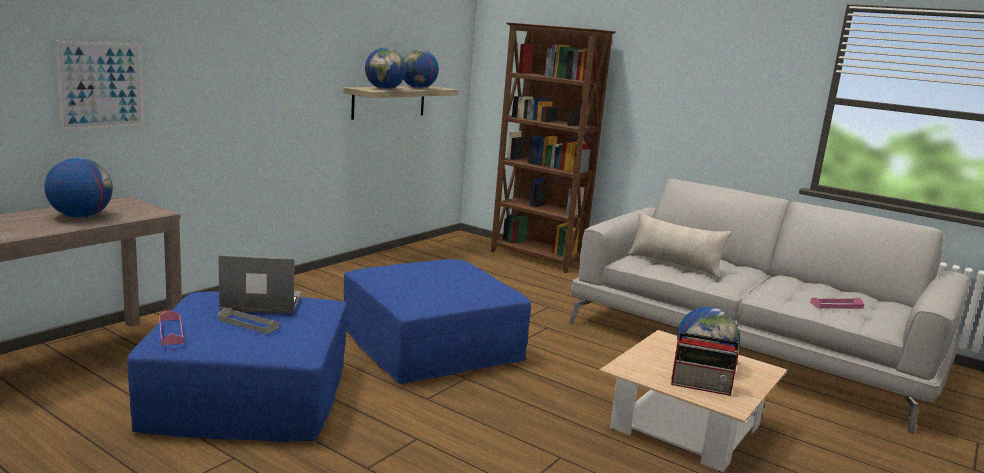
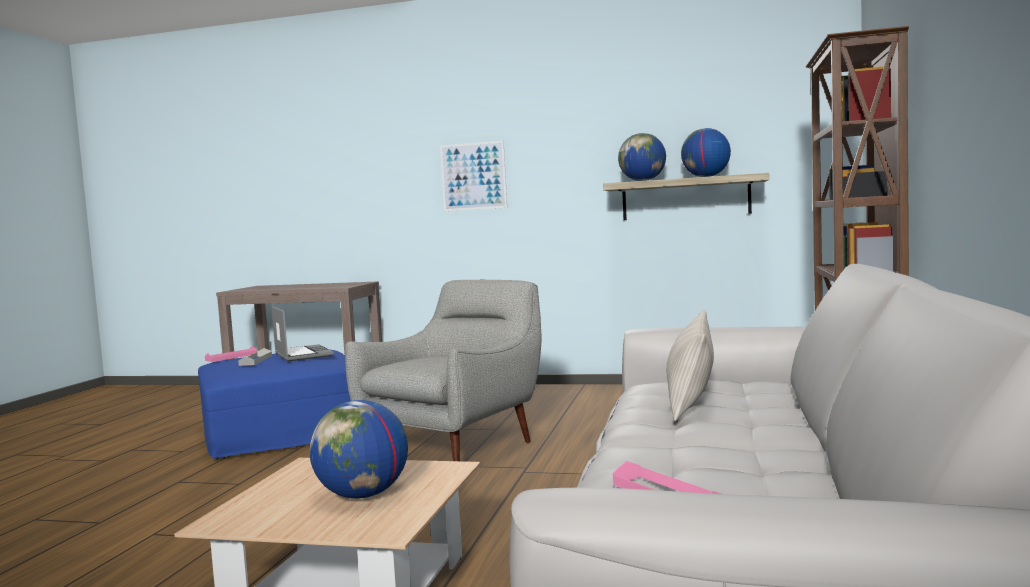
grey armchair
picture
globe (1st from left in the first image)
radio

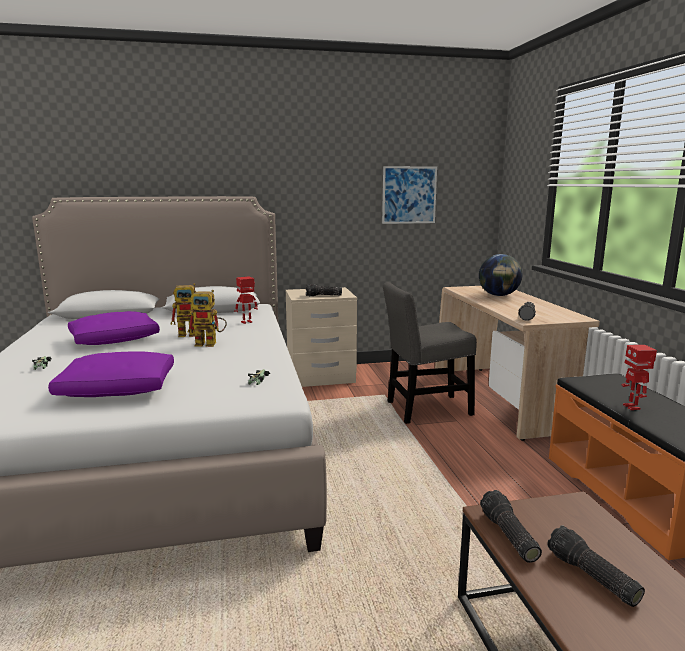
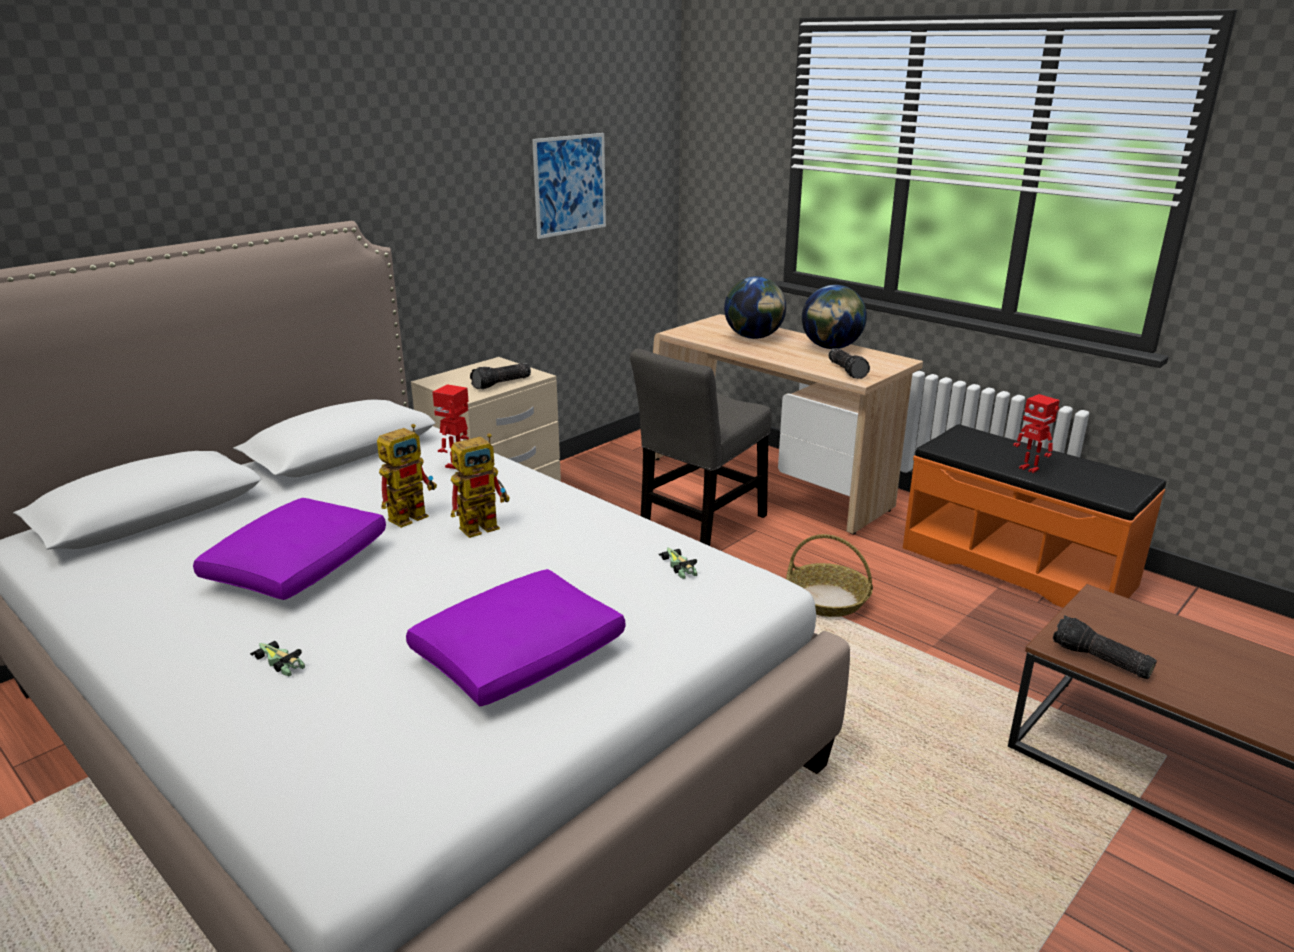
basket
globe (2nd from left)
flashlight (4th from left in the first image)

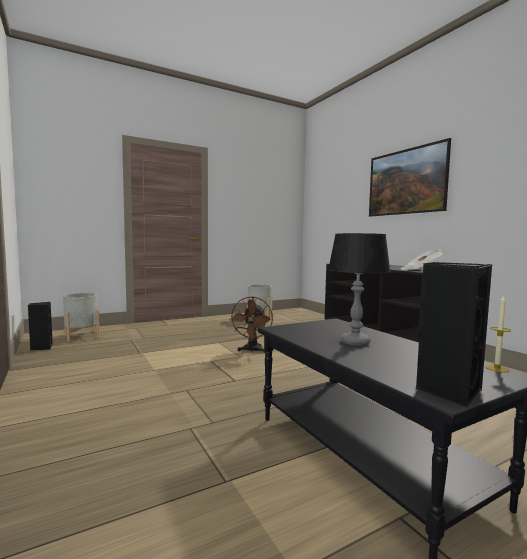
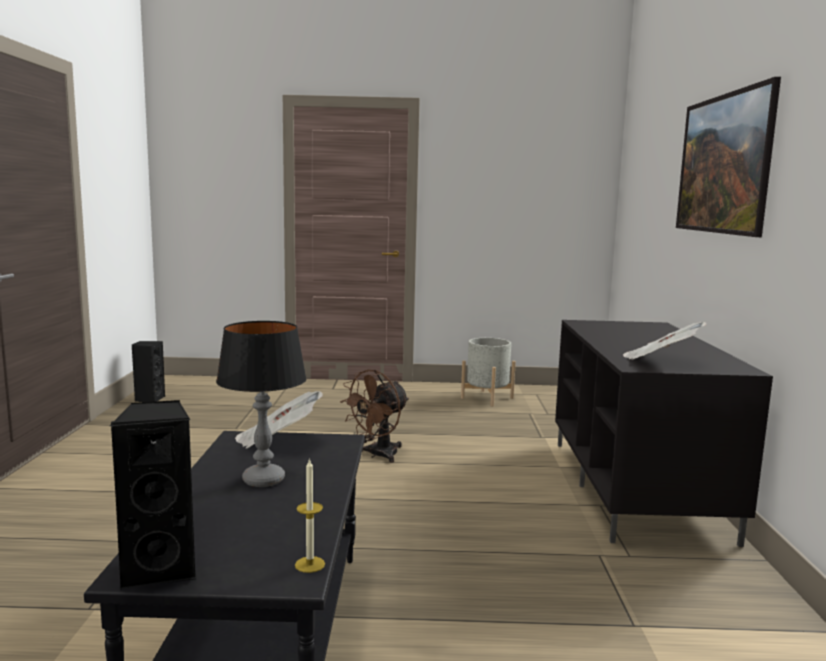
newspaper (1st from left)
grey planter (1st from left in the first image)

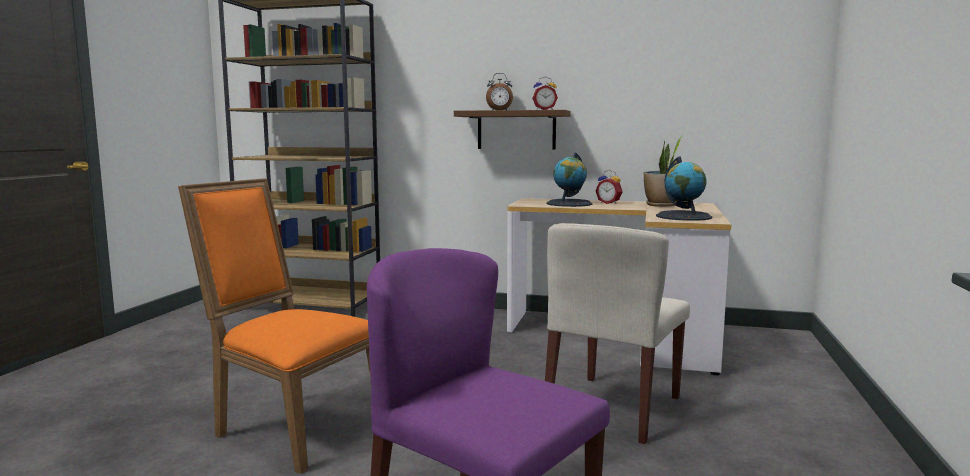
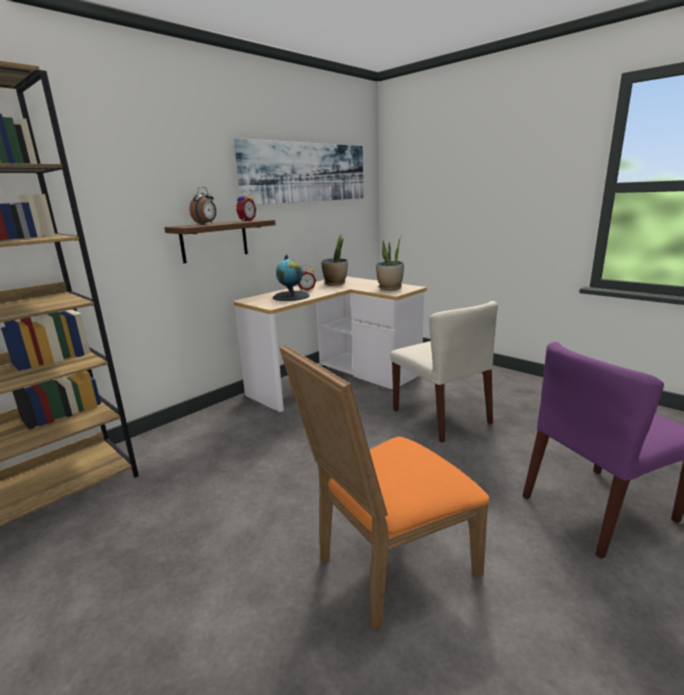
picture
potted plant (2nd from left)

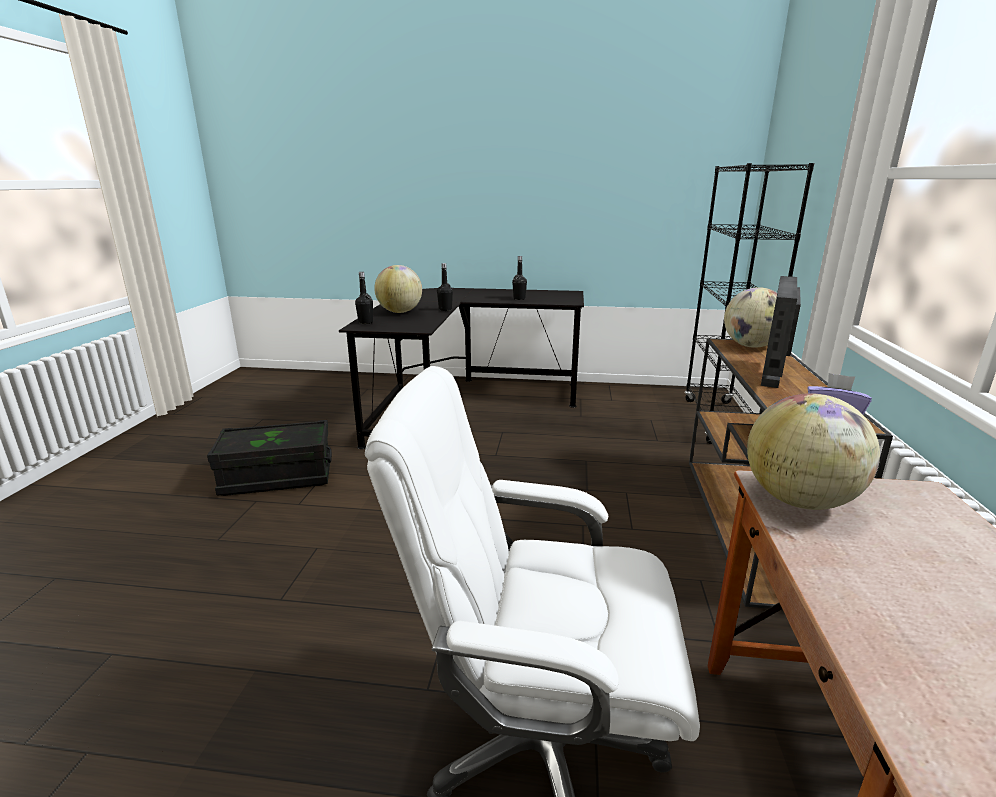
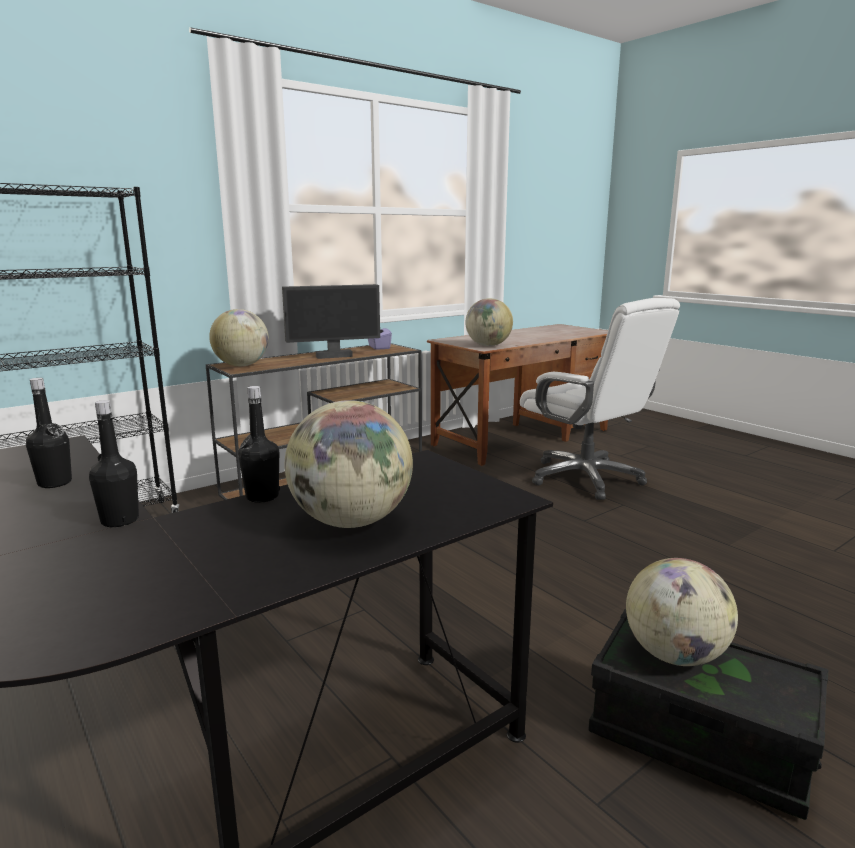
black bottle (2nd from left)
globe (4th from left)

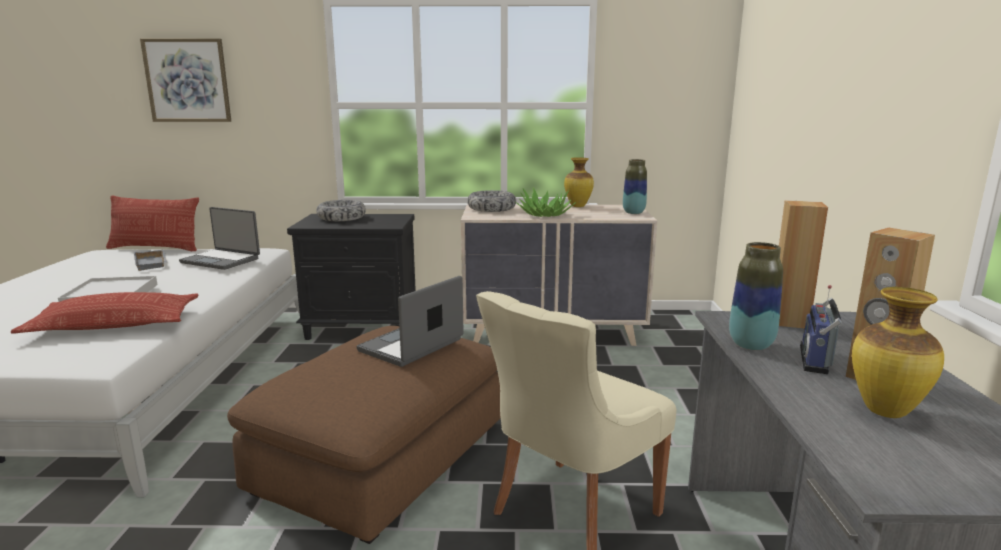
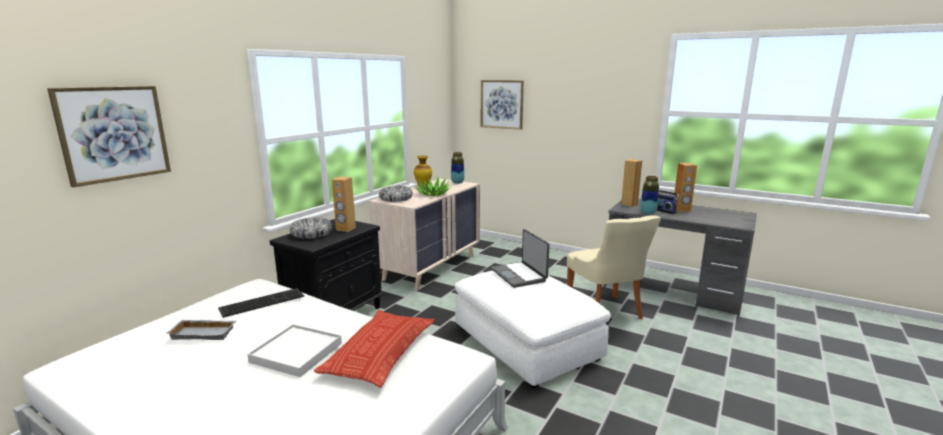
keyboard
brown speaker (1st from left)
white ottoman
picture (2nd from left)
pillow (2nd from left in the first image)
vase (4th from left in the first image)

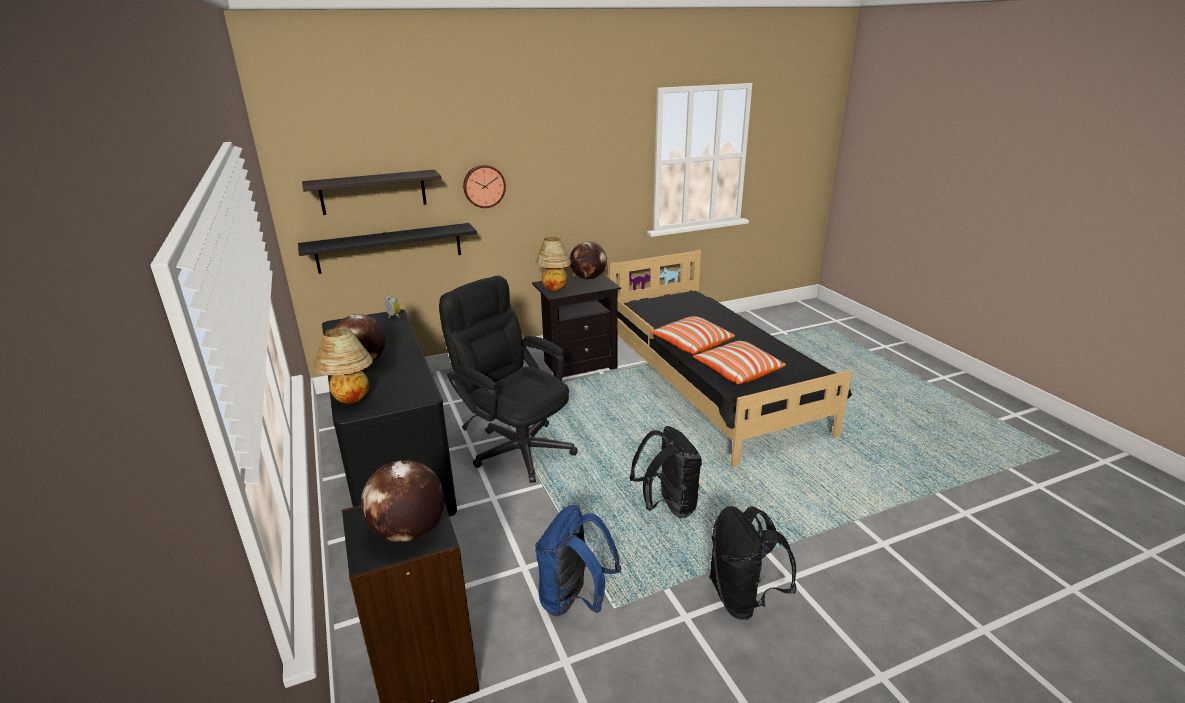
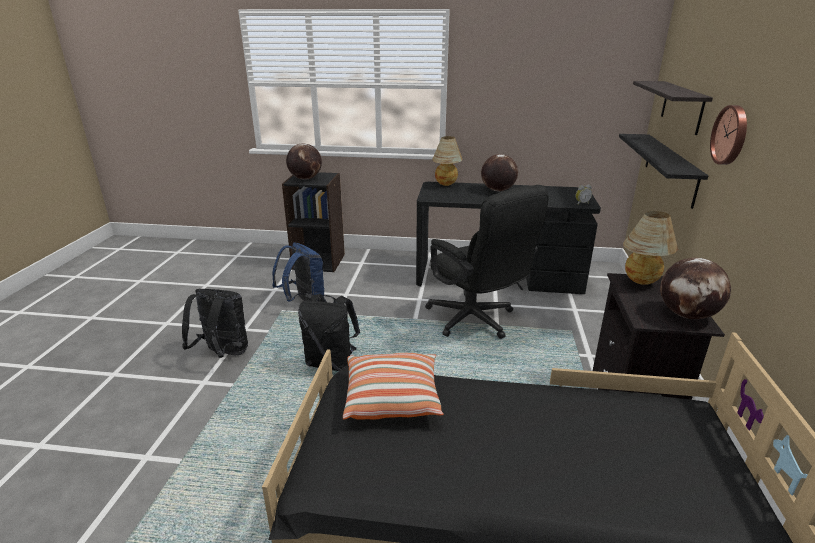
black office chair
pillow (1st from left in the first image)

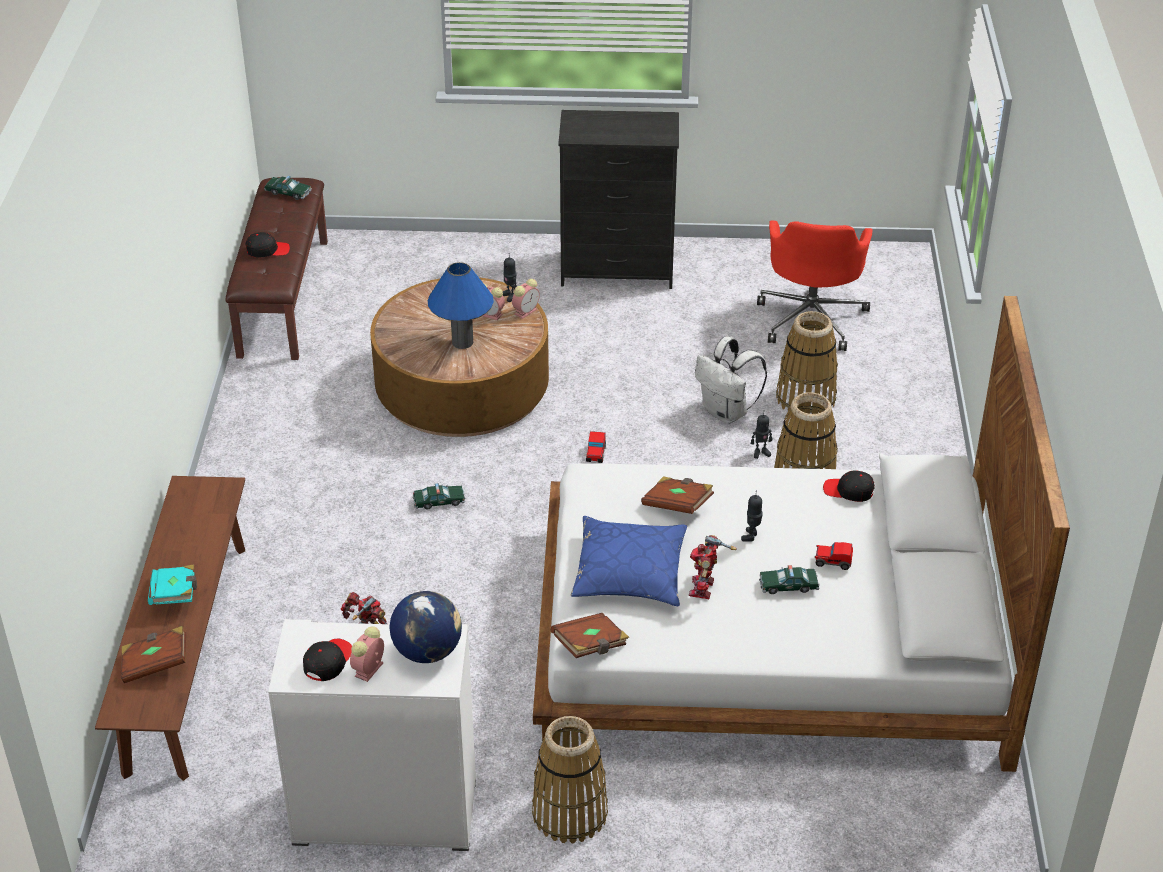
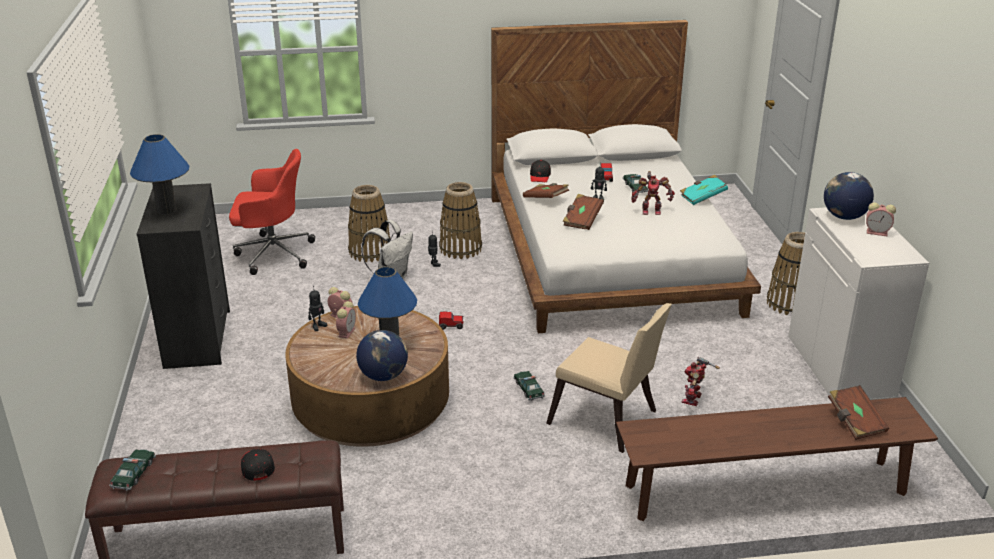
blue table lamp (1st from left)
globe (1st from left)
brown book (1st from left)
beige chair
turquoise book
black cap (2nd from left in the first image)
blue pillow

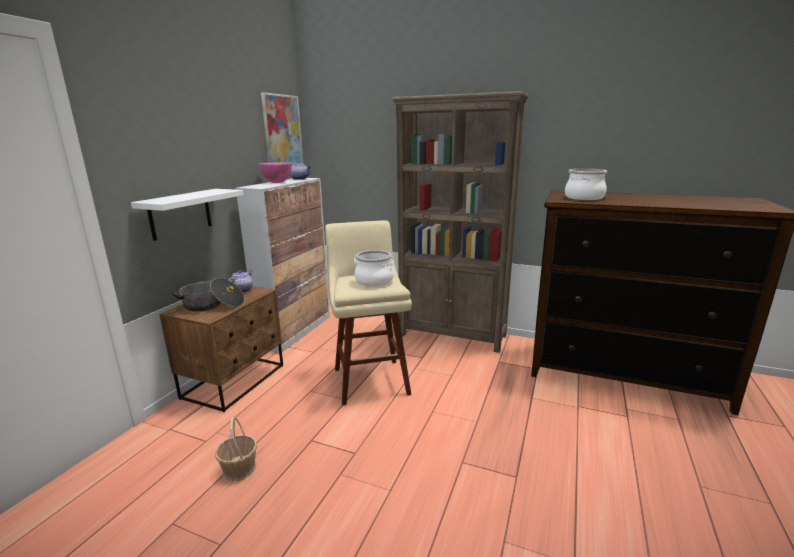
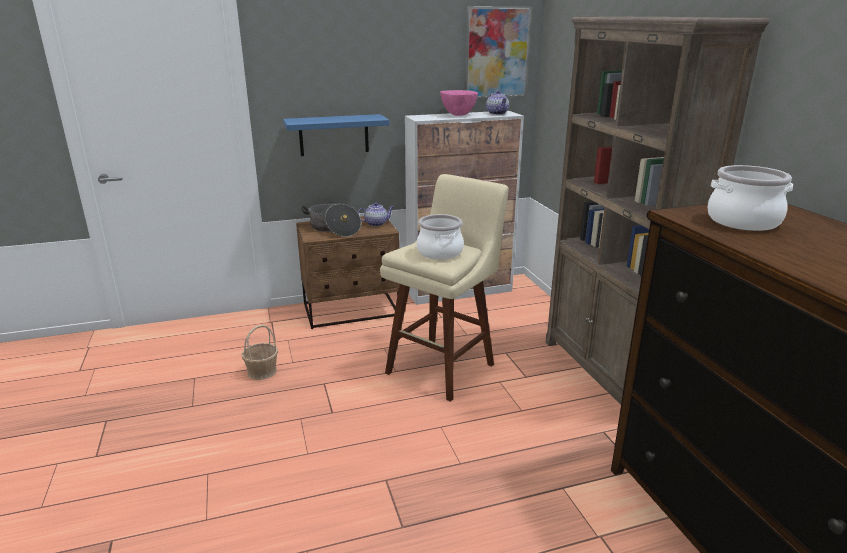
blue shelf

